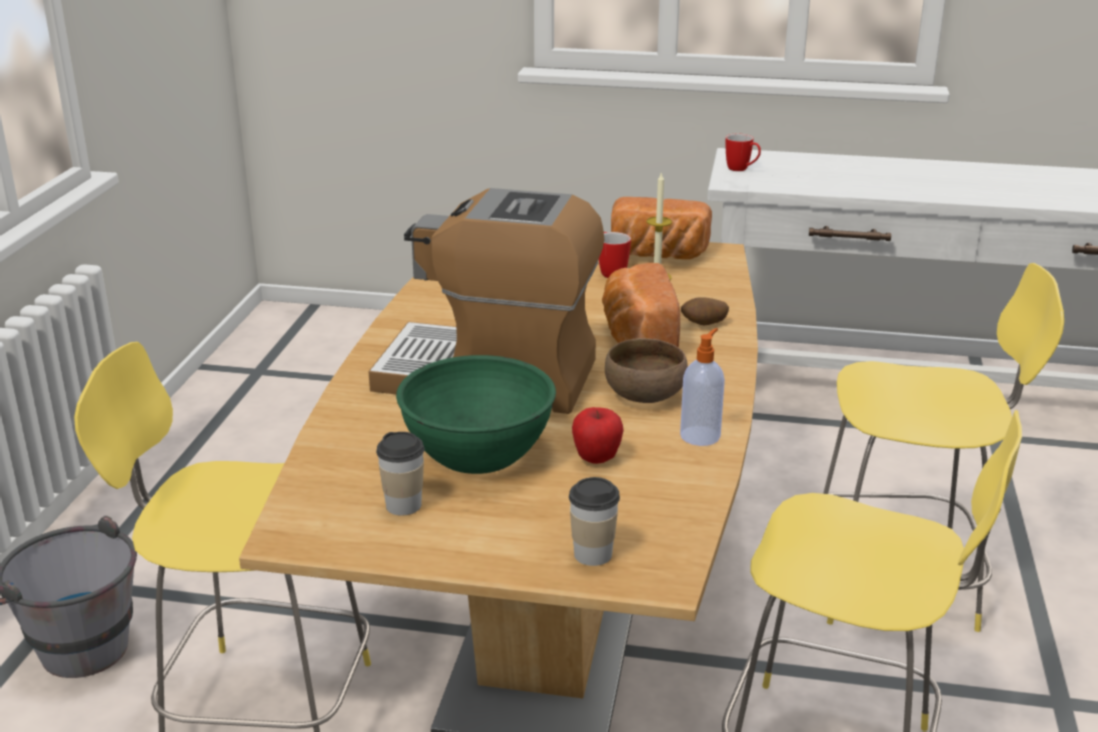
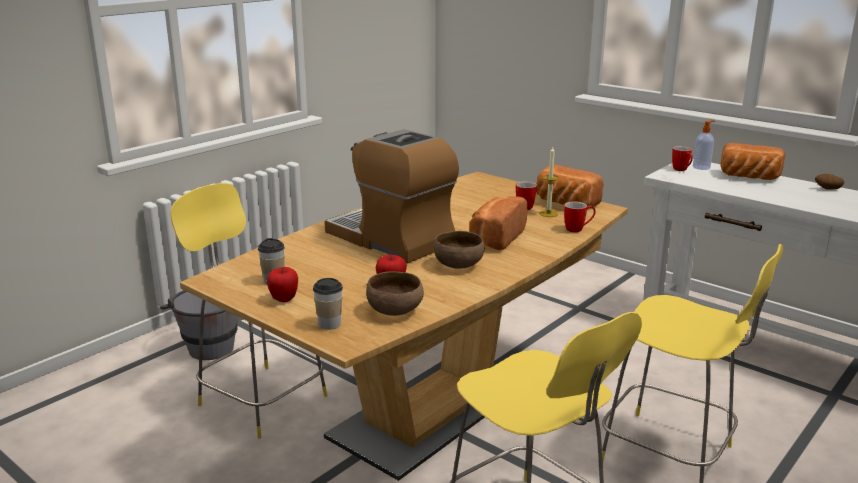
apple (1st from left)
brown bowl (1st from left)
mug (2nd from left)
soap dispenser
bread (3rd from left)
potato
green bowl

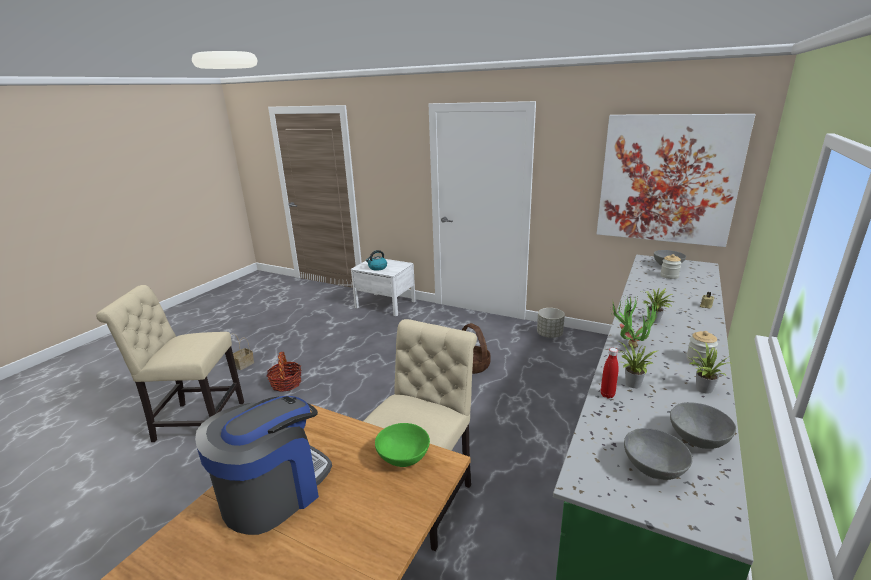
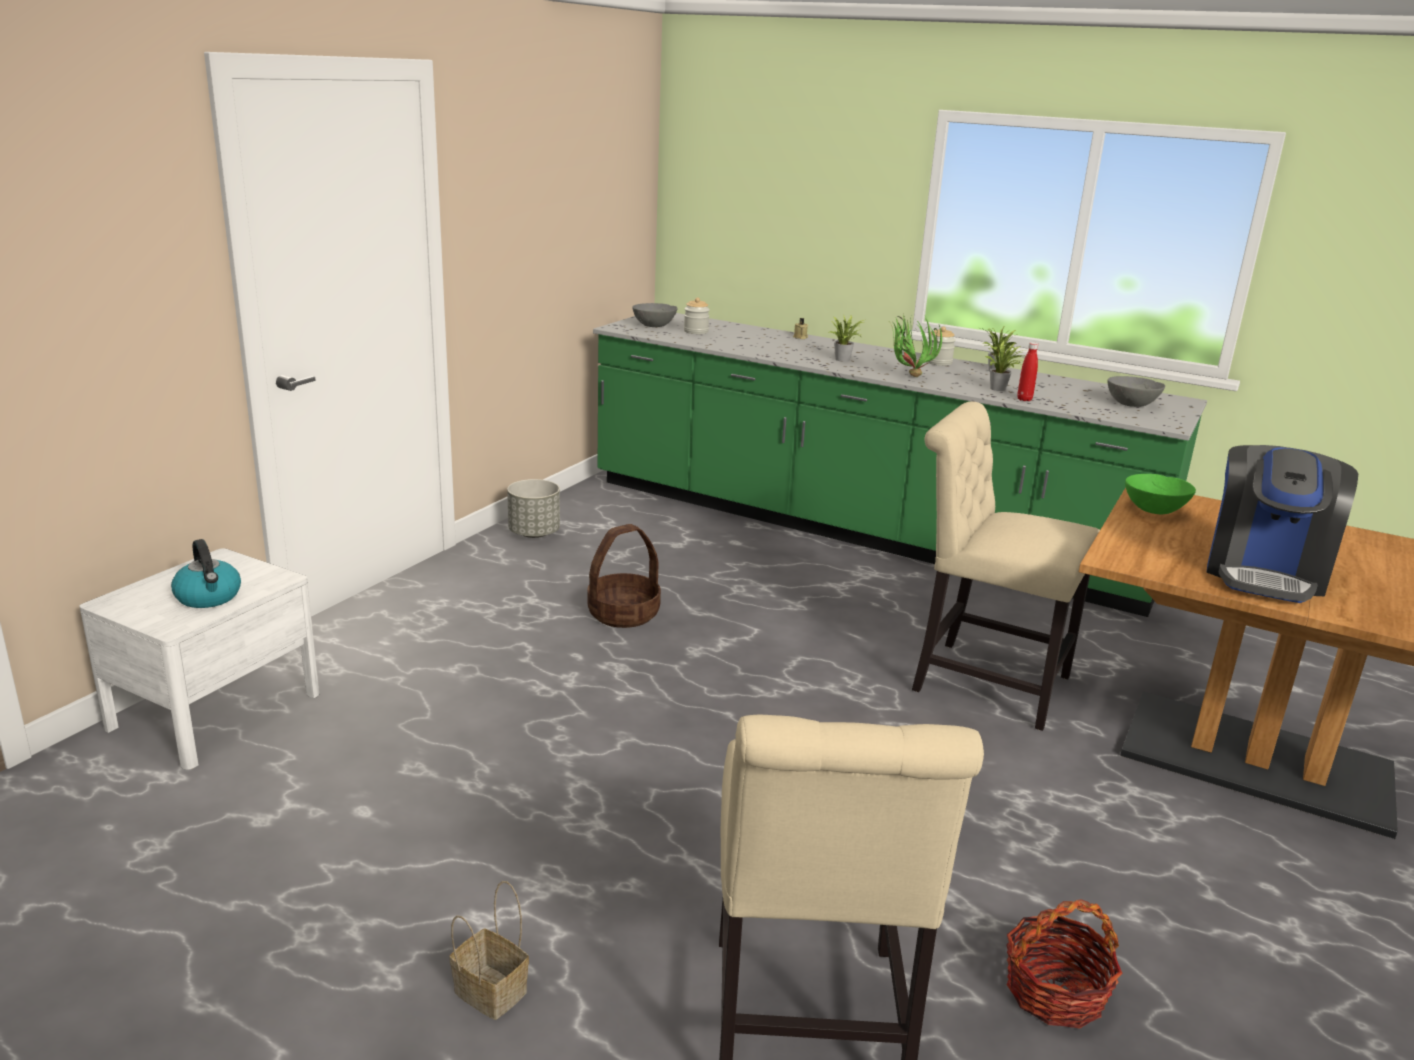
basket (3rd from left)
coffee machine
picture
grey bowl (3rd from left in the first image)

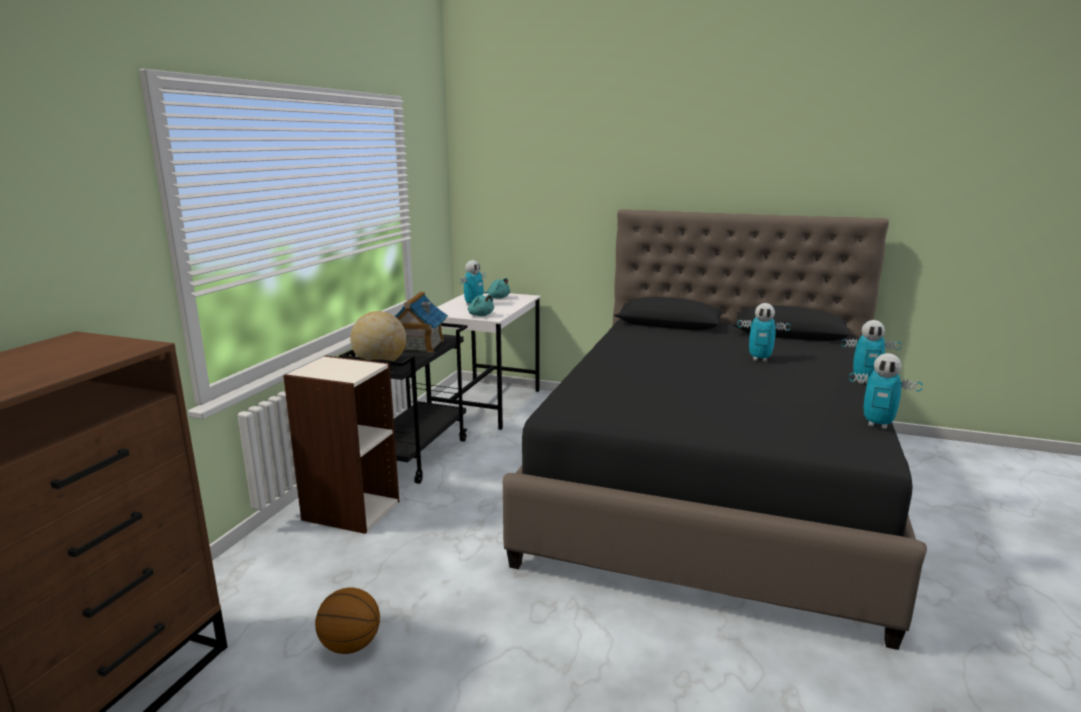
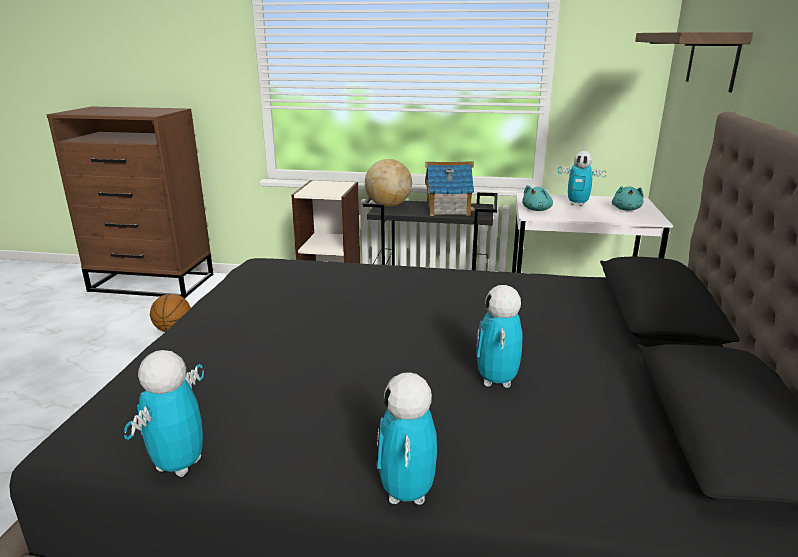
shelf

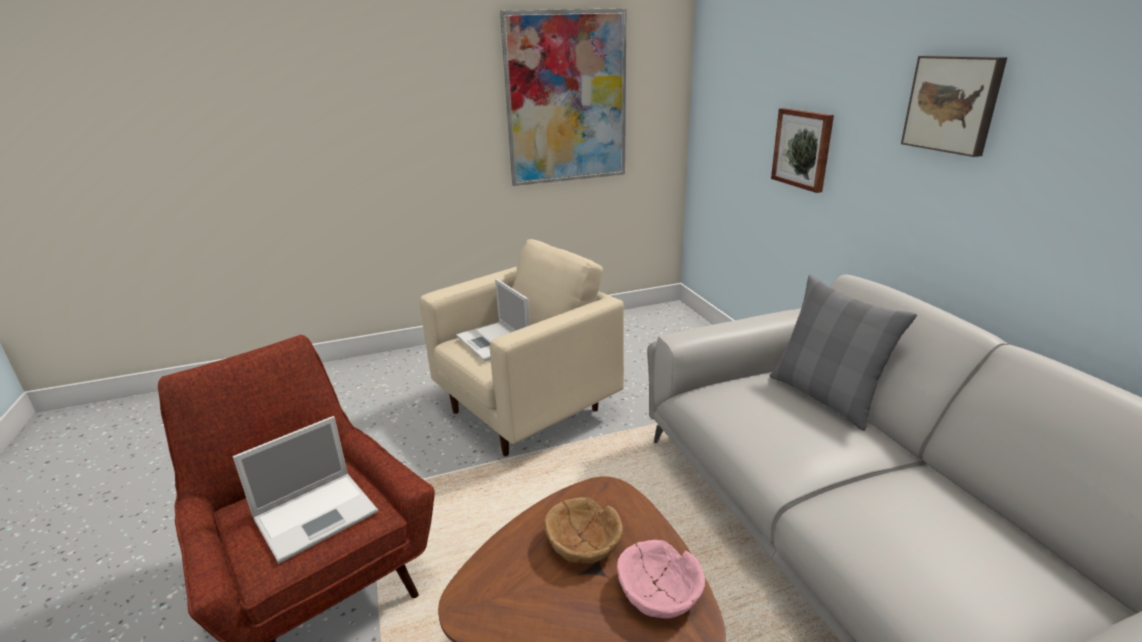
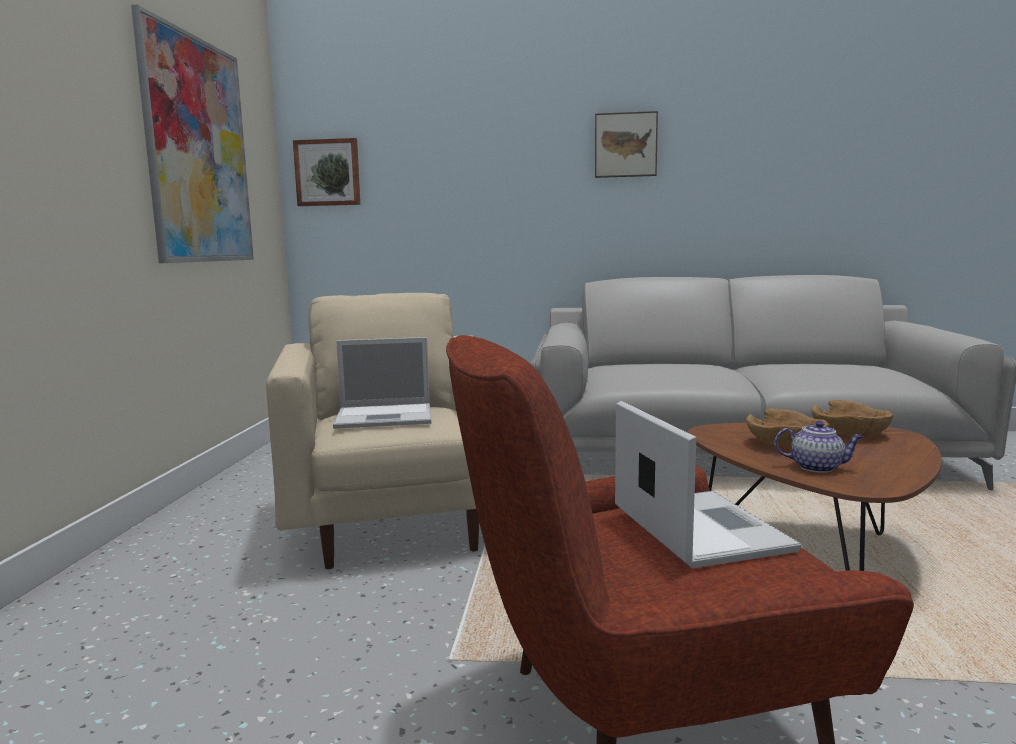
picture (2nd from left)
teapot
brown bowl (2nd from left)
grey pillow

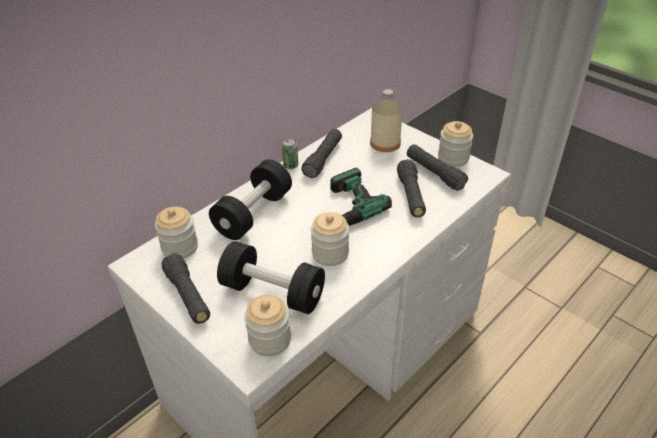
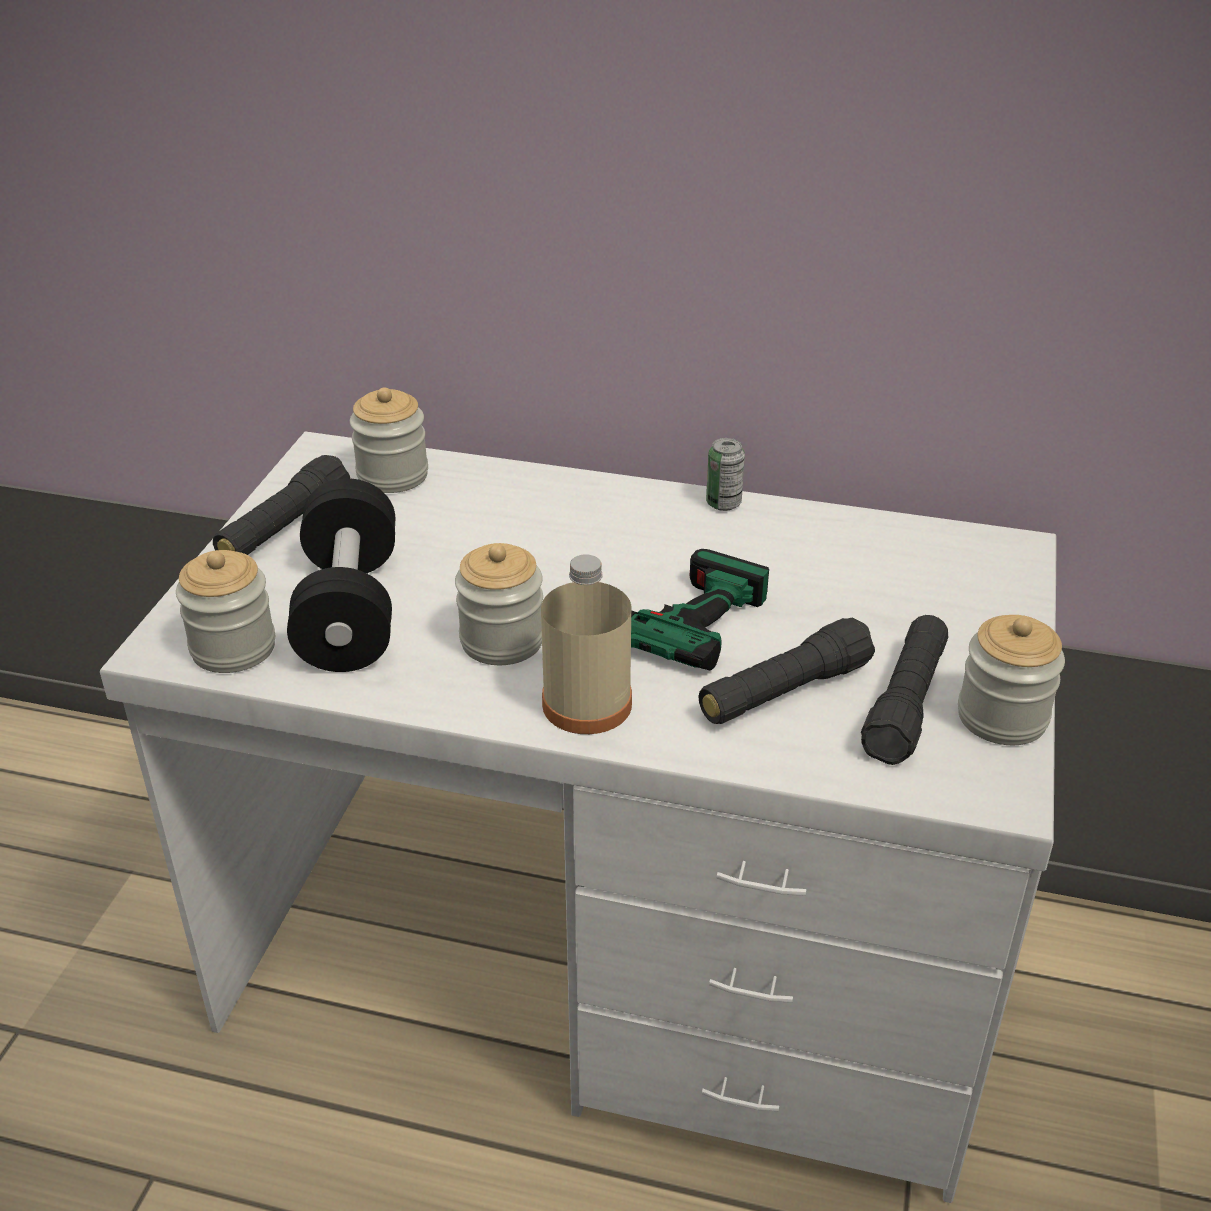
beige bottle
black dumbbell (1st from left in the first image)
black flashlight (2nd from left in the first image)

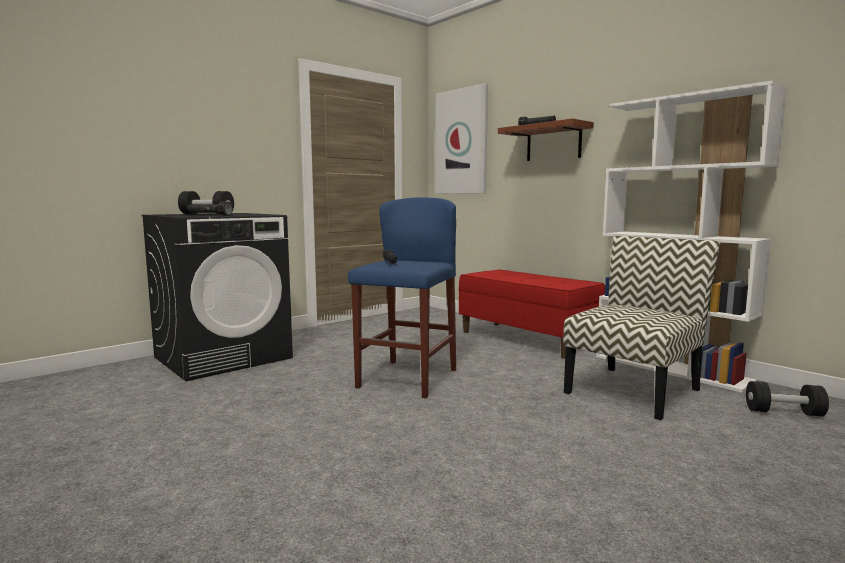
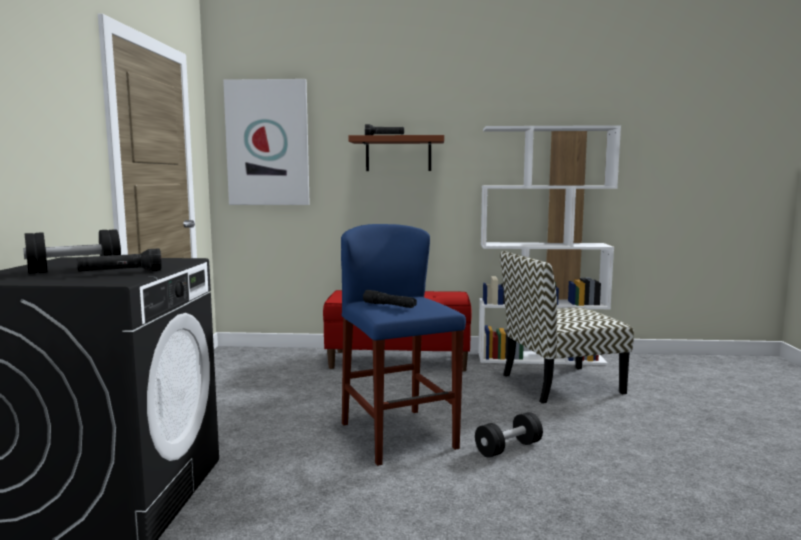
black dumbbell (2nd from left)
chair

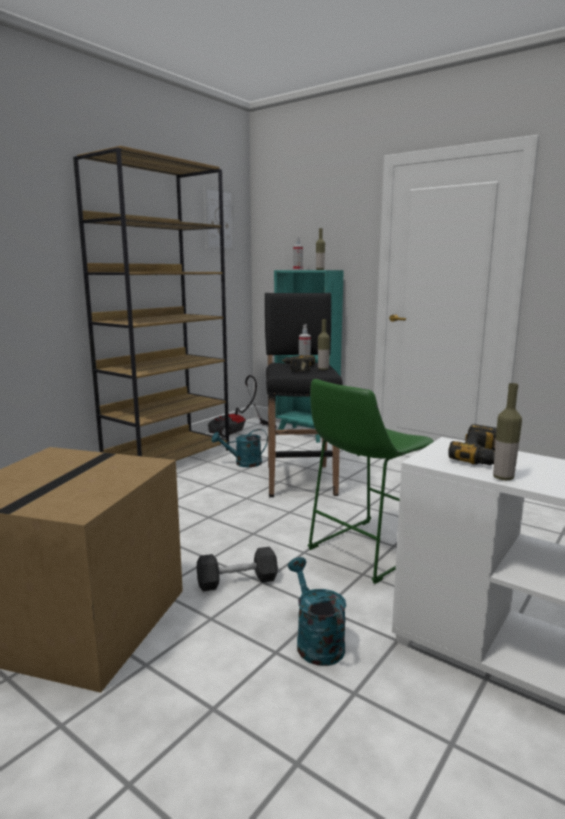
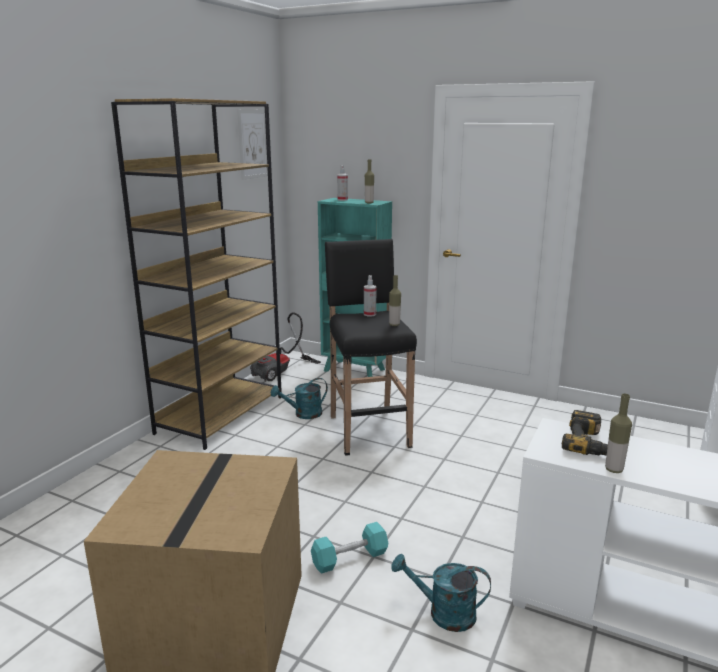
turquoise dumbbell
turquoise watering can (2nd from left)
power drill (1st from left in the first image)
green stool

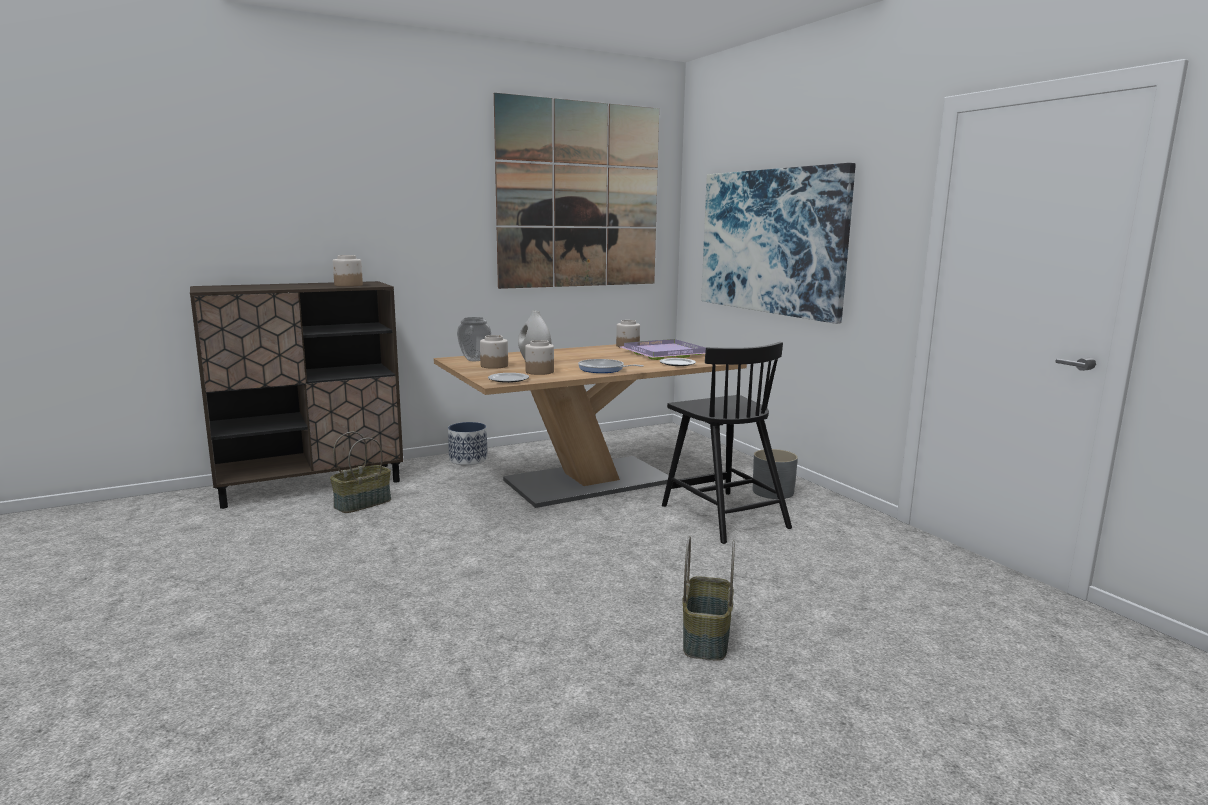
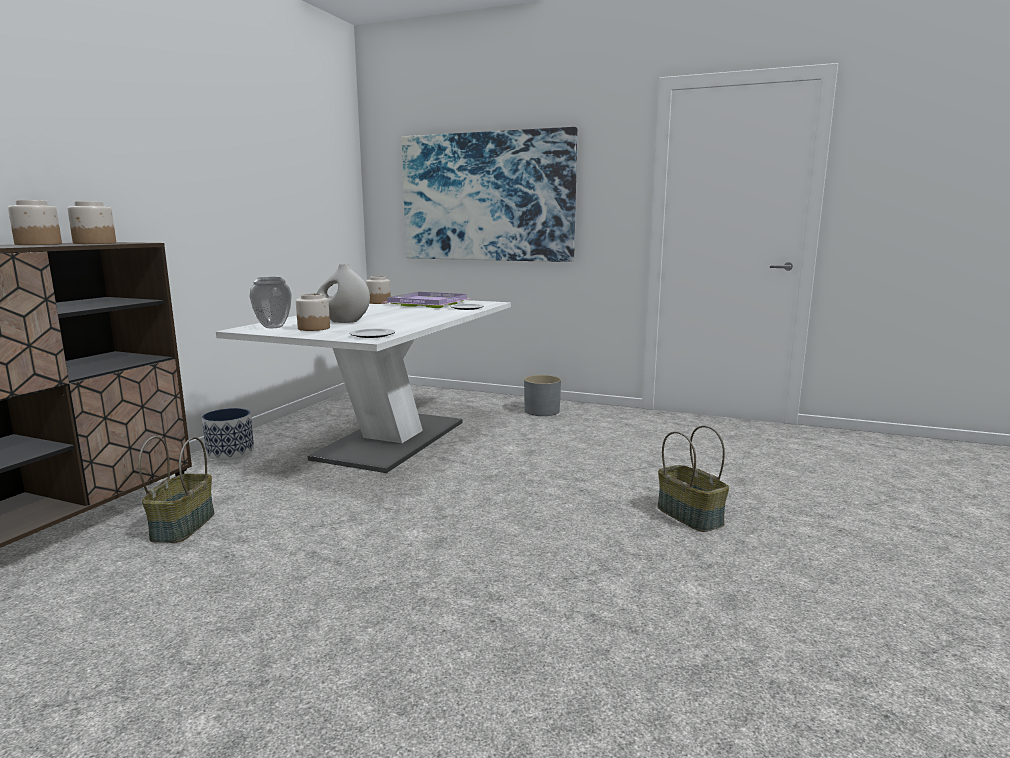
jar (1st from left)
white dining table
picture (1st from left in the first image)
frying pan
black chair

